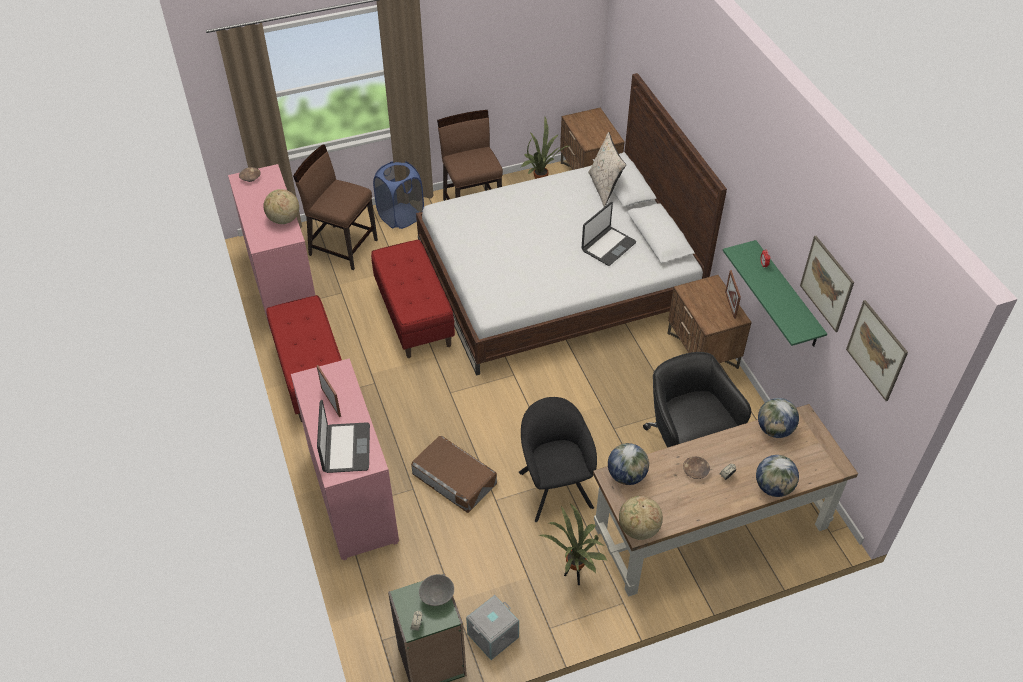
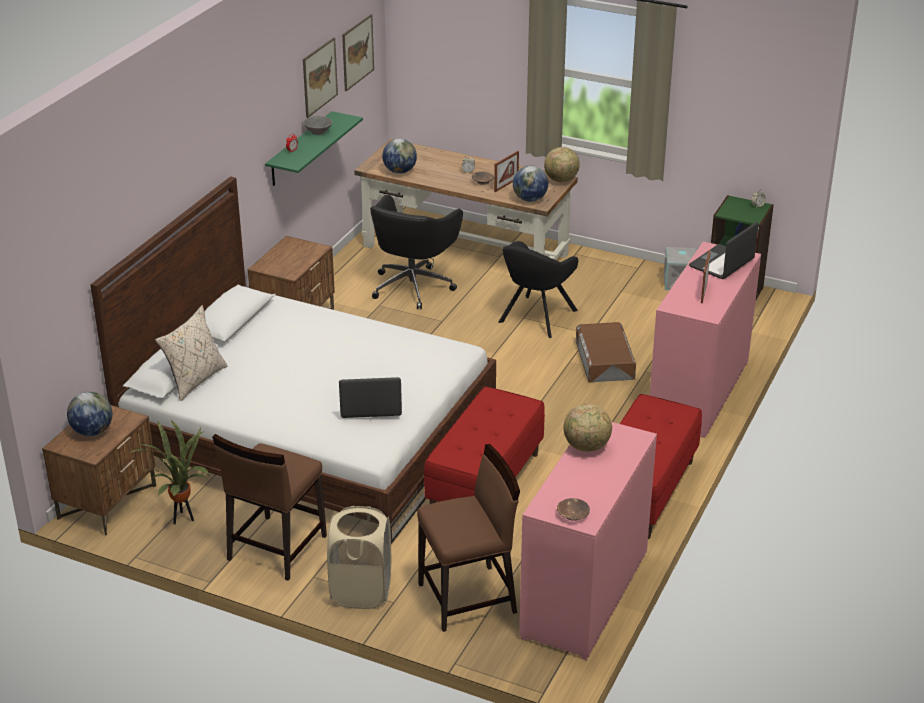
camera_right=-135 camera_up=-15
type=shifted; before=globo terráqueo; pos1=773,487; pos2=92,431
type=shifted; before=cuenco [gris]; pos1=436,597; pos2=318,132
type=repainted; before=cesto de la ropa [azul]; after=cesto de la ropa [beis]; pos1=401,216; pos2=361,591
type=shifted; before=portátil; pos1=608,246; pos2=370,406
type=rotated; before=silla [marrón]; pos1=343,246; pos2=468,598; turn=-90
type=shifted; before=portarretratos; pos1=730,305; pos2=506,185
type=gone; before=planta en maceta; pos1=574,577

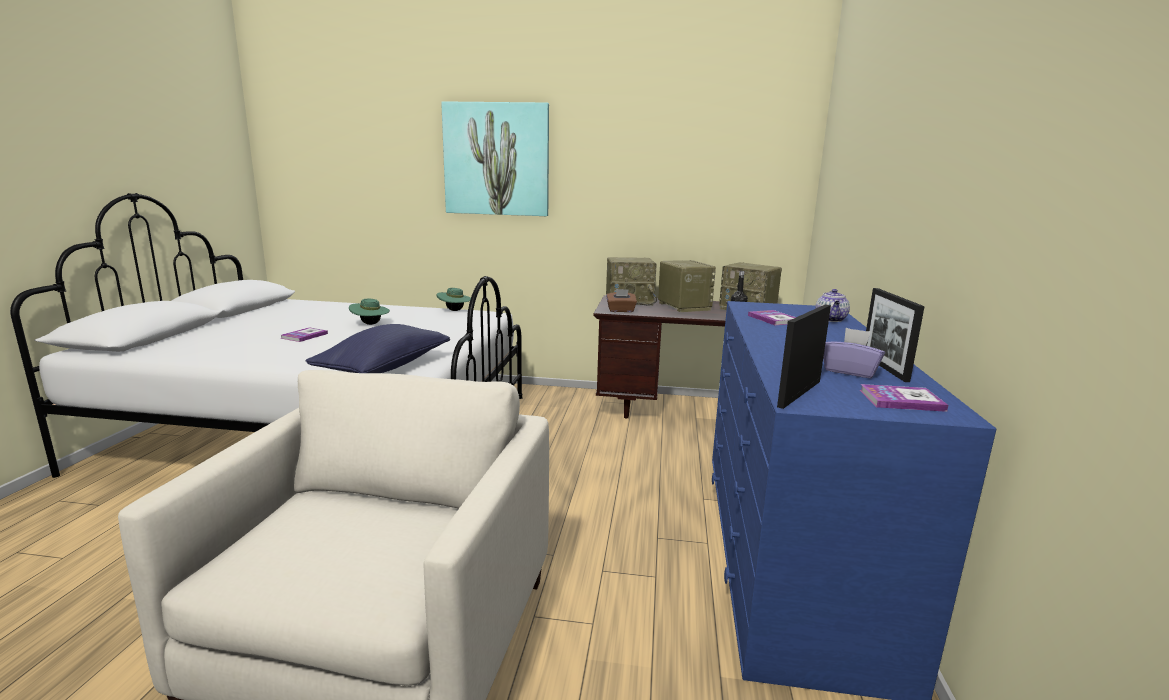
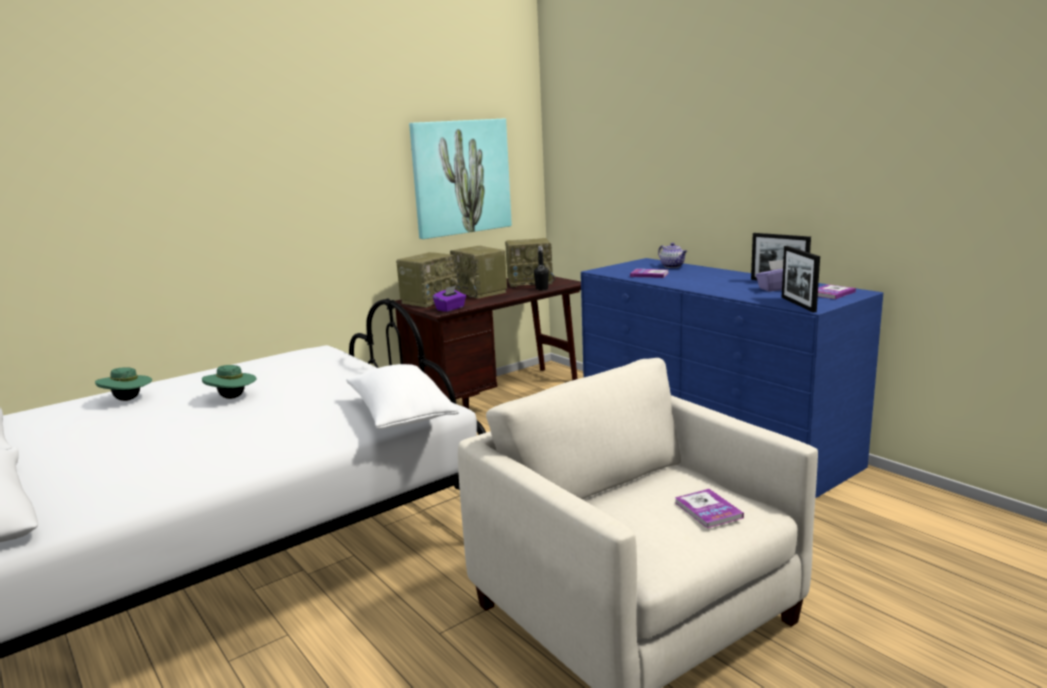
camera_right=-45 camera_up=0
type=shifted; before=sombrero [verde]; pos1=455,310; pos2=128,400
type=repainted; before=cojín [azul]; after=cojín [blanco]; pos1=384,368; pos2=400,415
type=shifted; before=cuadro; pos1=496,159; pos2=461,177
type=repainted; before=caja de pañuelos [marrón]; after=caja de pañuelos [morado]; pos1=621,310; pos2=450,309
type=rotated; before=radio; pos1=683,306; pos2=481,292; turn=-150
type=shifted; before=libro; pos1=304,336; pos2=708,510

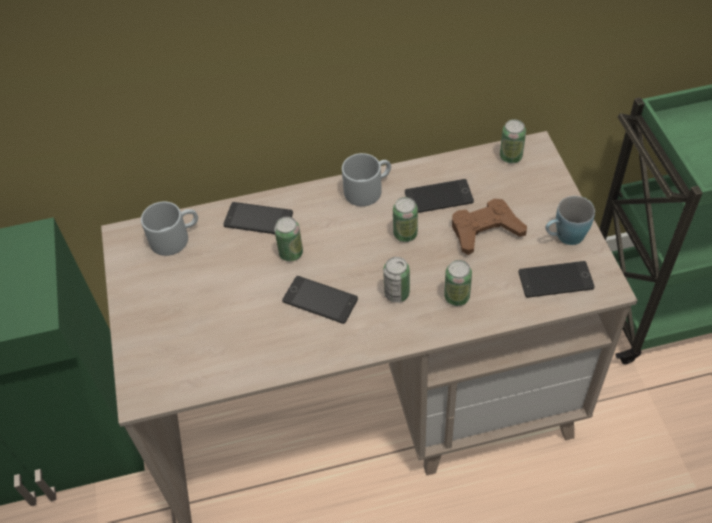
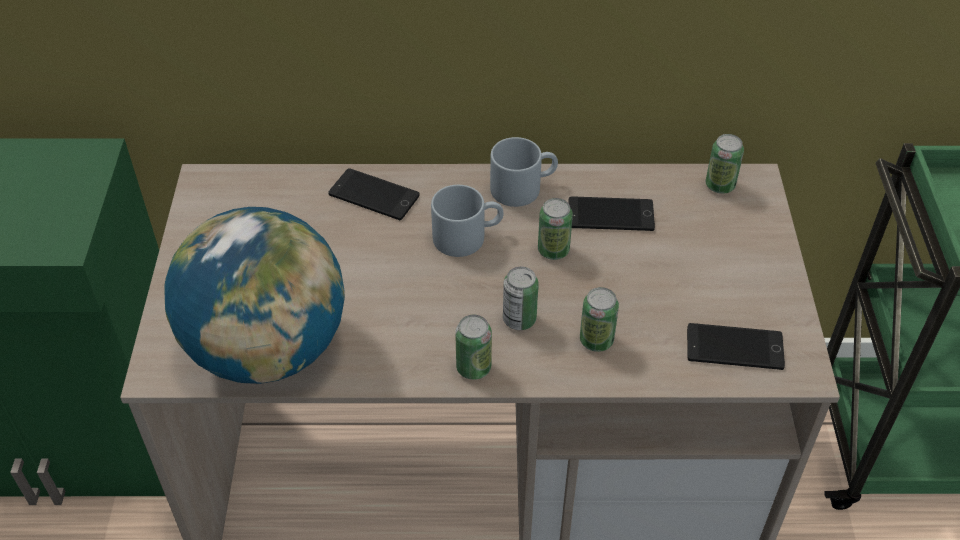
camera_right=10 camera_up=-5
type=new; after=globo terráqueo; pos2=268,349
type=shifted; before=taza grande [gris]; pos1=175,237; pos2=467,236
type=shifted; before=lata; pos1=291,253; pos2=473,368
type=gone; before=móvil; pos1=320,300
type=gone; before=mando de consola [marrón]; pos1=485,230
type=gone; before=taza grande [azul]; pos1=564,237

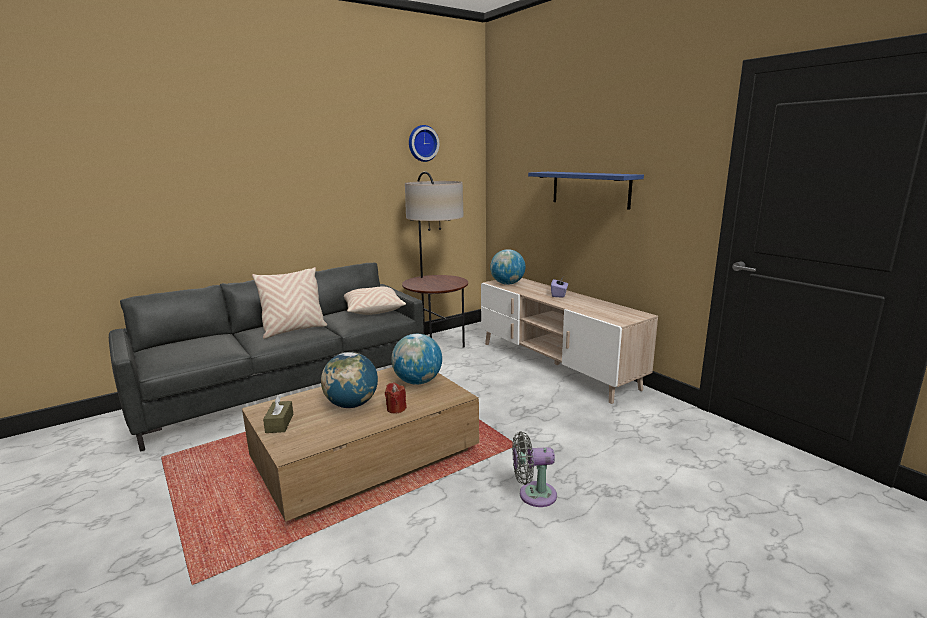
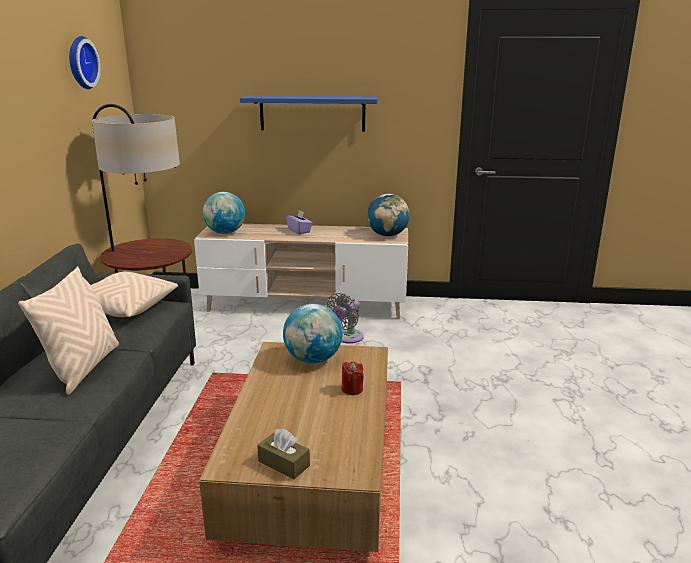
camera_right=-50 camera_up=5
type=shifted; before=ventilador [gris]; pos1=533,495; pos2=347,338
type=shifted; before=globo terráqueo; pos1=352,405; pos2=387,235

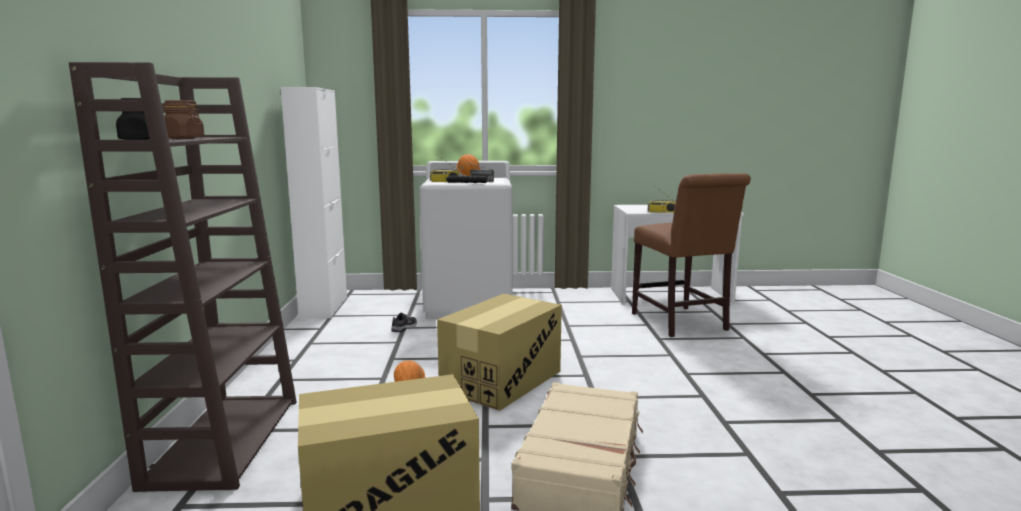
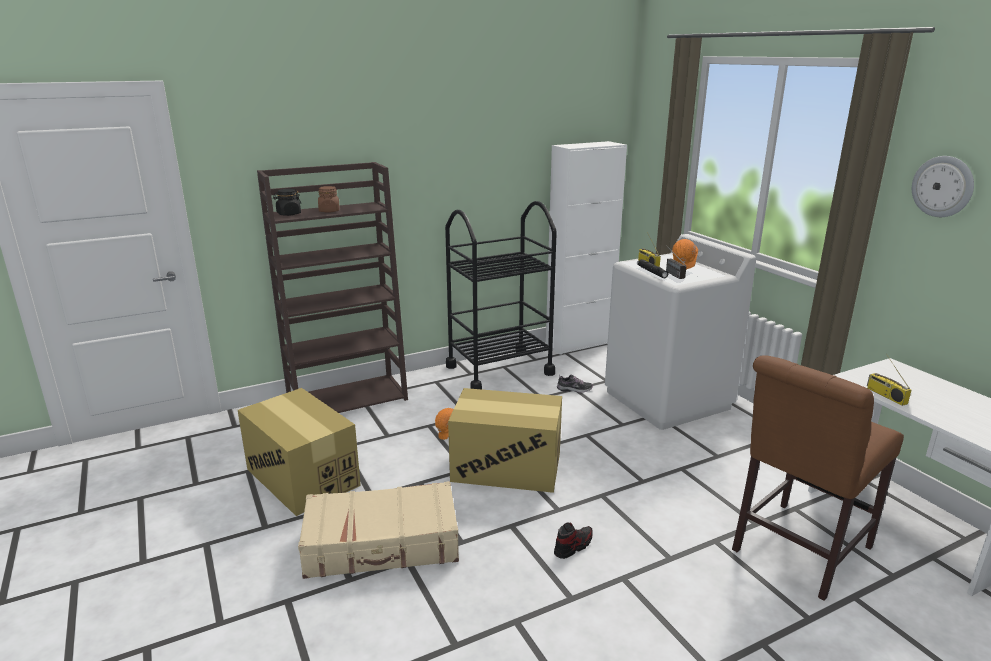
camera_right=65 camera_up=10
type=new; after=carrito [negro]; pos2=499,370
type=new; after=zapato; pos2=573,546
type=new; after=reloj de pared; pos2=943,186

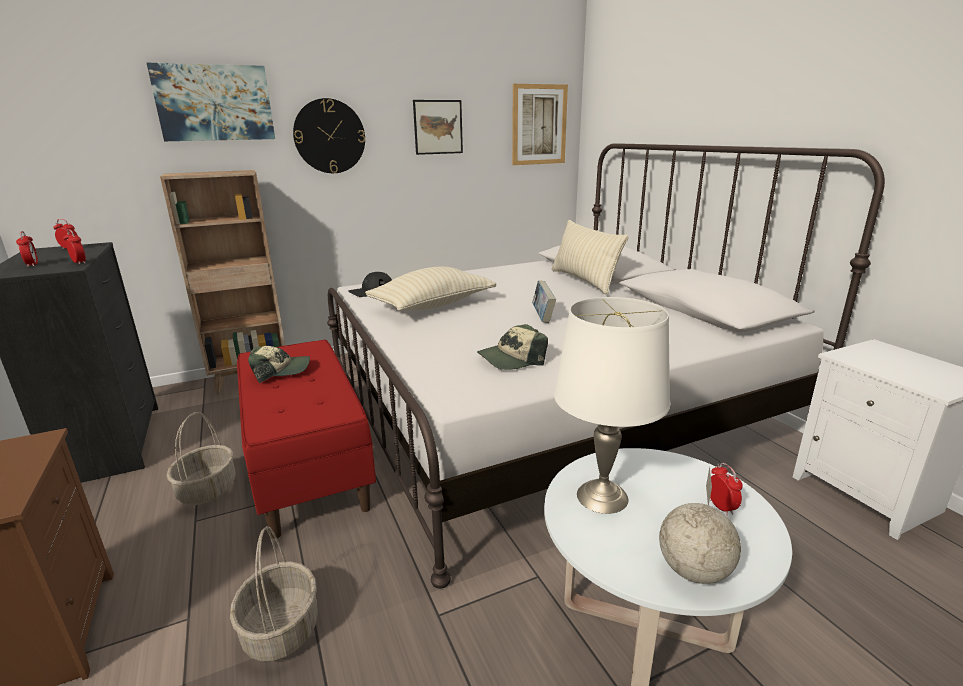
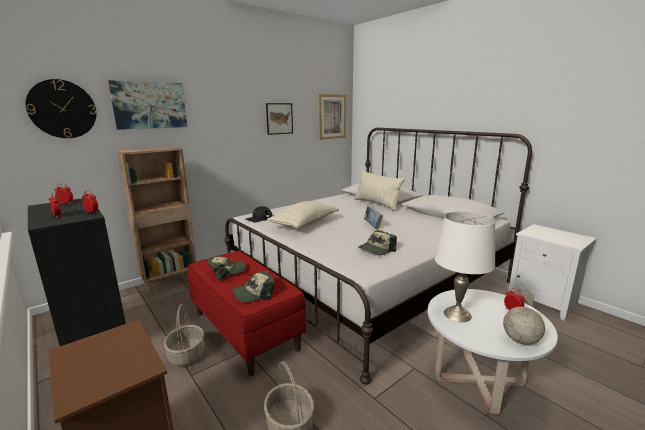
camera_right=-15 camera_up=-5
type=shifted; before=reloj de pared; pos1=329,136; pos2=62,109
type=new; after=gorra; pos2=254,293

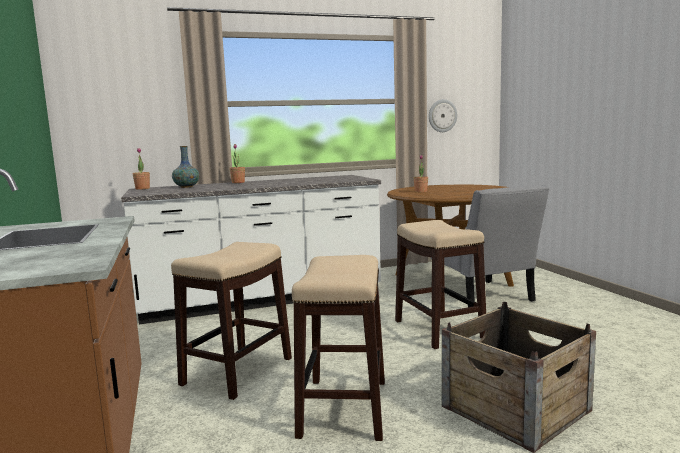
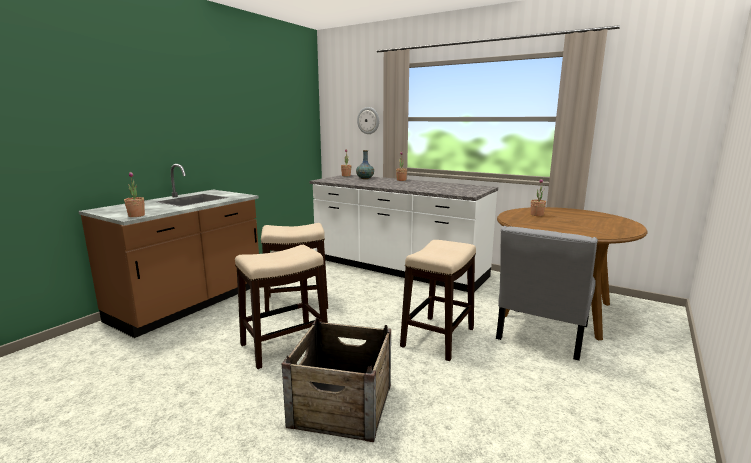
camera_right=50 camera_up=5
type=new; after=planta en maceta; pos2=136,215
type=shifted; before=reloj de pared; pos1=442,116; pos2=368,120

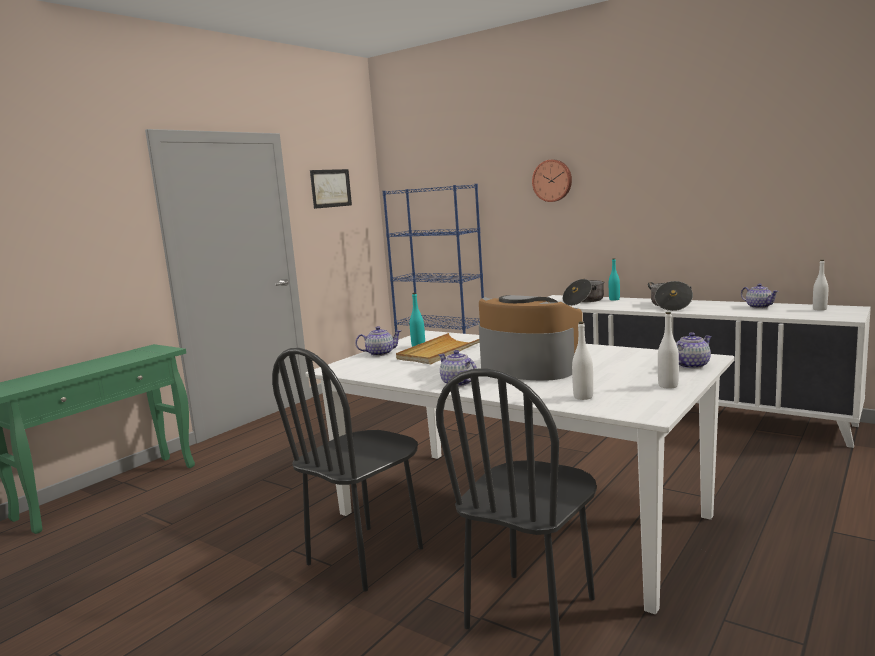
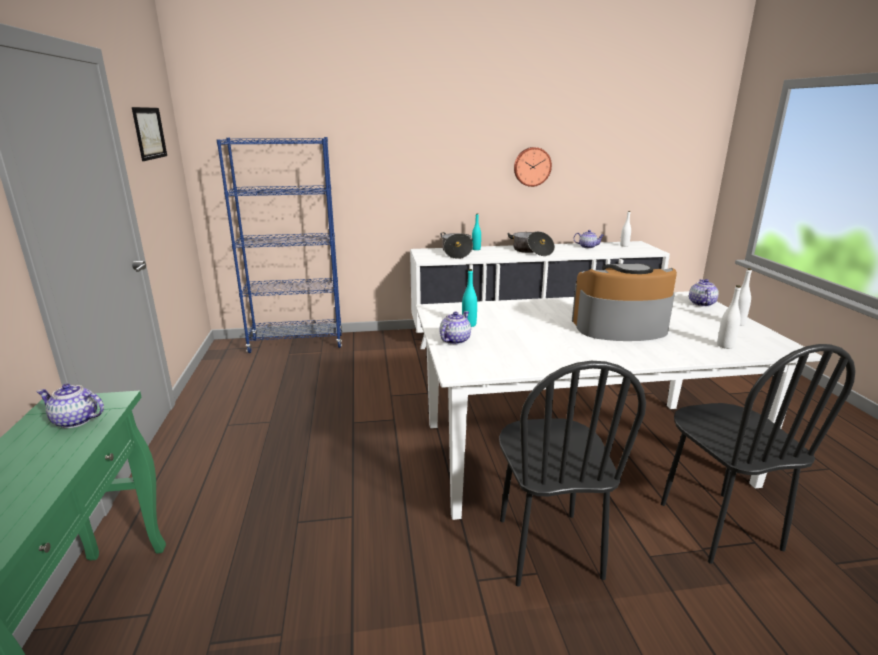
camera_right=-45 camera_up=10
type=shifted; before=tetera; pos1=458,383; pos2=76,421
type=shifted; before=reloj de pared; pos1=552,180; pos2=532,166
type=gone; before=bandeja [beis]; pos1=440,352

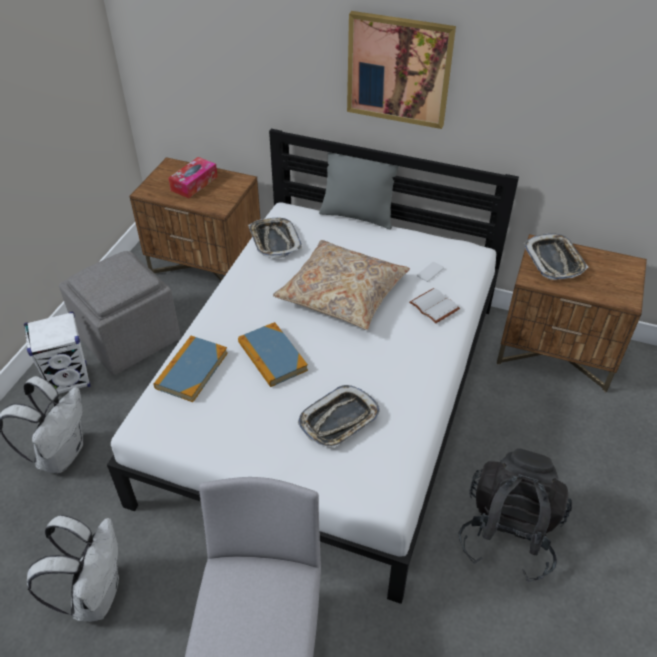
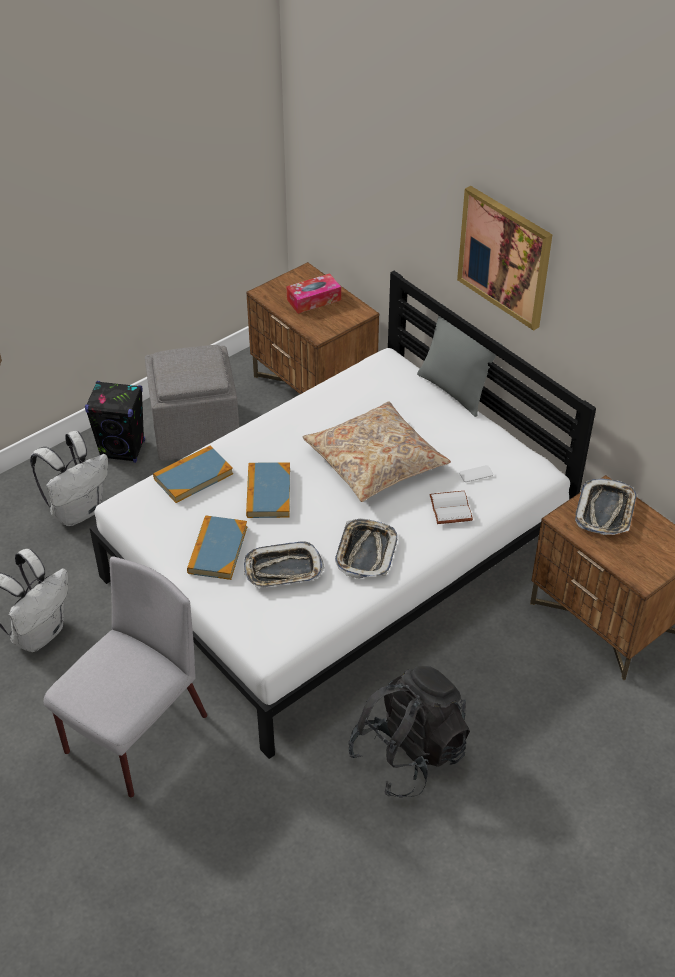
camera_right=30 camera_up=0
type=repainted; before=altavoz [blanco]; after=altavoz [negro]; pos1=70,380; pos2=123,450
type=new; after=libro; pos2=217,550
type=shifted; before=bandeja; pos1=274,241; pos2=365,552

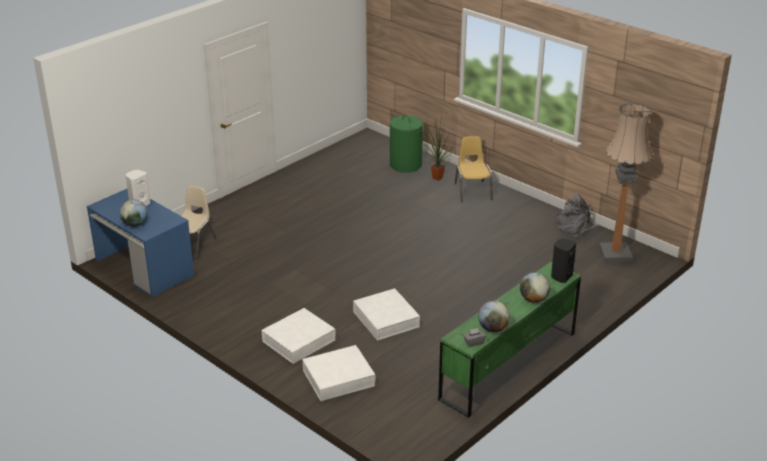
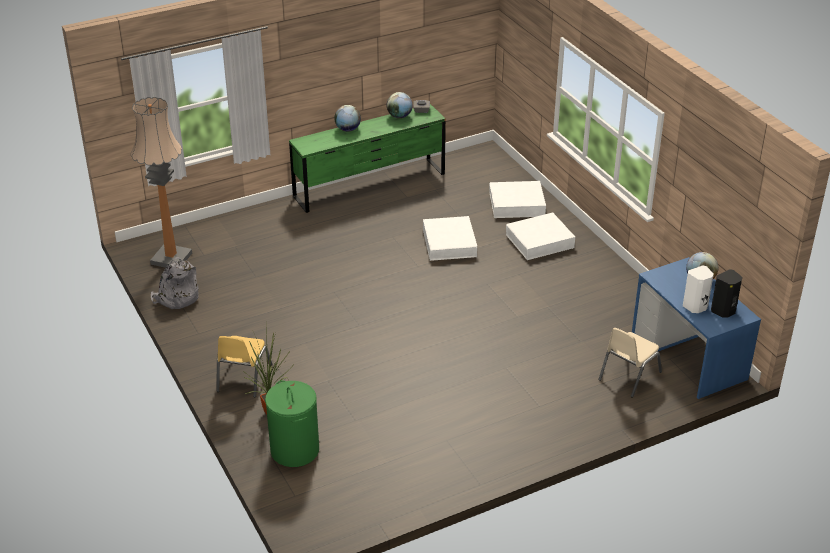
camera_right=-160 camera_up=5
type=shifted; before=altavoz [negro]; pos1=561,276; pos2=724,311

